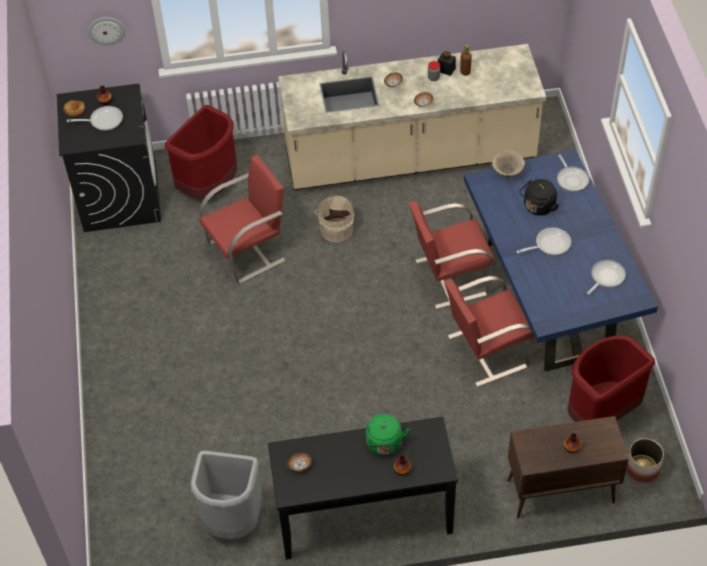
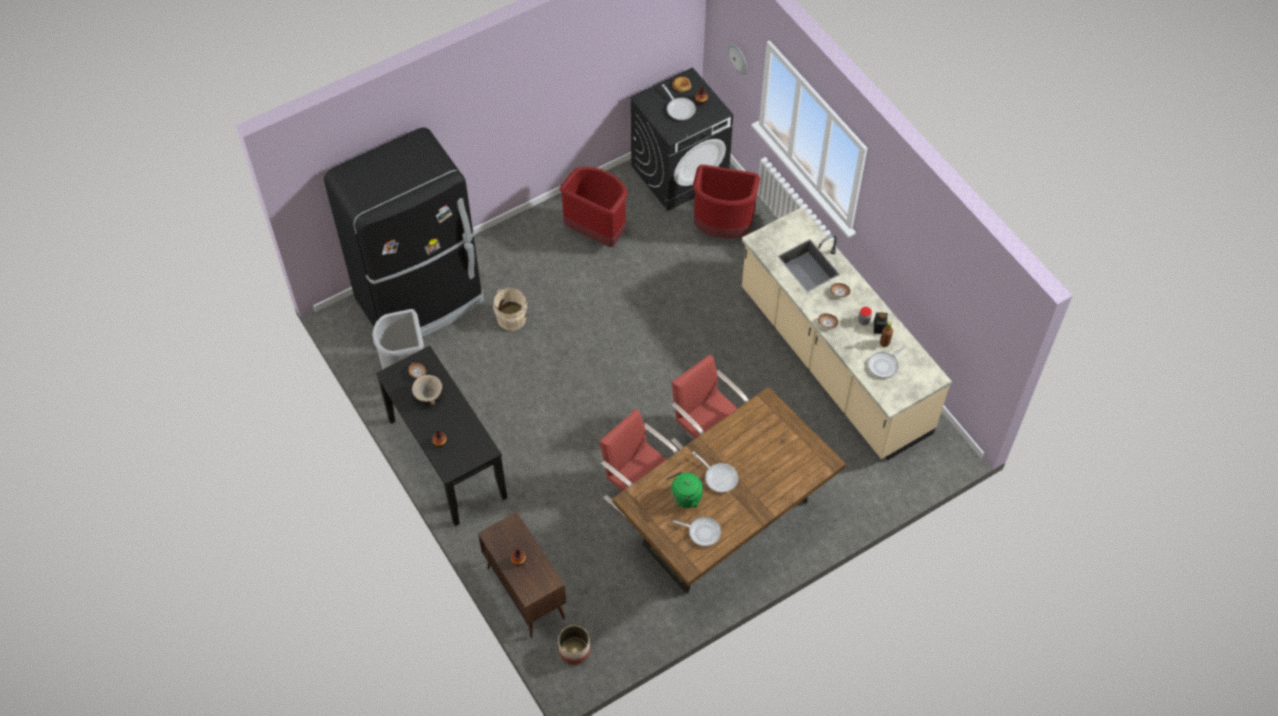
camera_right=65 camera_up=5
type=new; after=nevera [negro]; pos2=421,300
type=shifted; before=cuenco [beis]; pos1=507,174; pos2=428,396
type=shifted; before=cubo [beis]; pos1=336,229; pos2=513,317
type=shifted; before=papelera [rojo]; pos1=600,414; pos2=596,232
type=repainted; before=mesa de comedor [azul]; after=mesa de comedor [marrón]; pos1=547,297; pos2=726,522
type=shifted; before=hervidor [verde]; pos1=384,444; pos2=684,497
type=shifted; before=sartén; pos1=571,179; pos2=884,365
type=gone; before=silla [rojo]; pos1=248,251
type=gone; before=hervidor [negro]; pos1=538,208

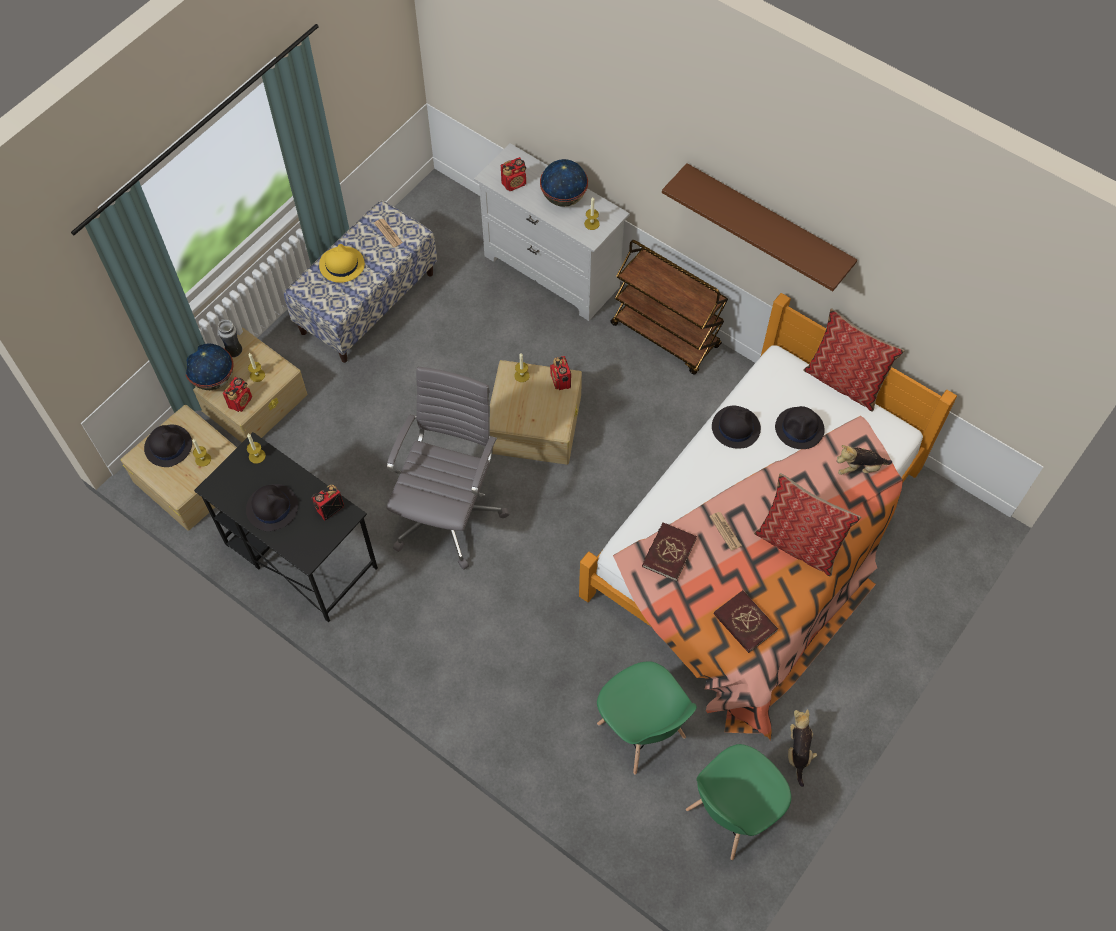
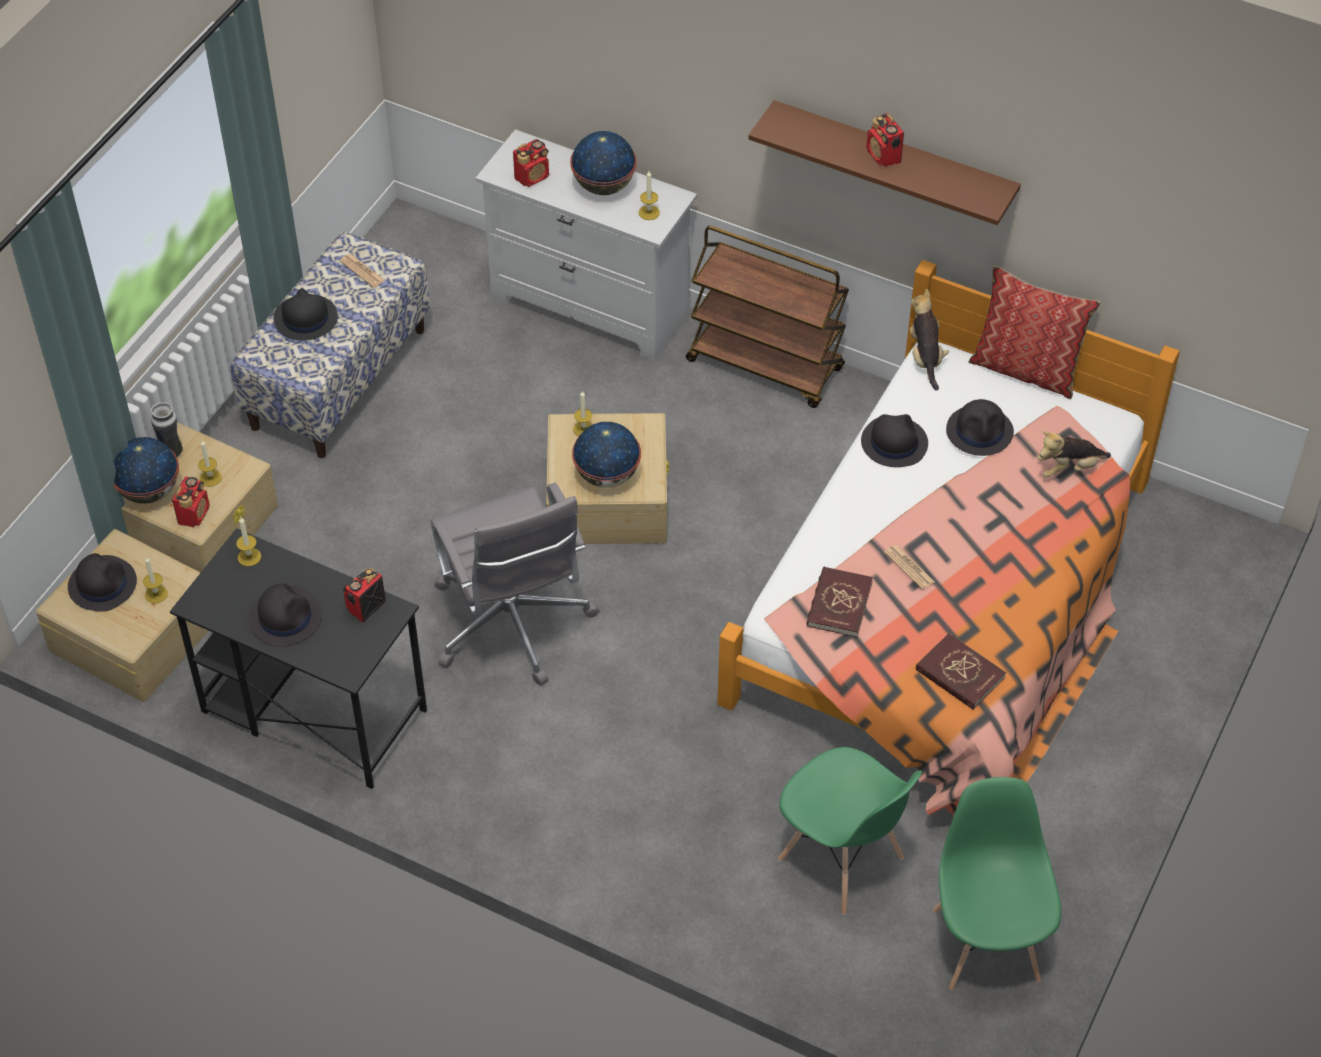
camera_right=-10 camera_up=-10
type=repainted; before=sombrero [amarillo]; after=sombrero [negro]; pos1=341,265; pos2=305,318
type=rotated; before=silla de oficina [gris]; pos1=448,512; pos2=512,625; turn=150
type=new; after=globo terráqueo; pos2=606,476
type=shifted; before=radio; pos1=560,381; pos2=883,156
type=shifted; before=peluche; pos1=798,751; pos2=925,357
type=rotated; before=silla [verde]; pos1=730,814; pos2=986,943; turn=135
type=gone; before=cojín; pos1=799,544

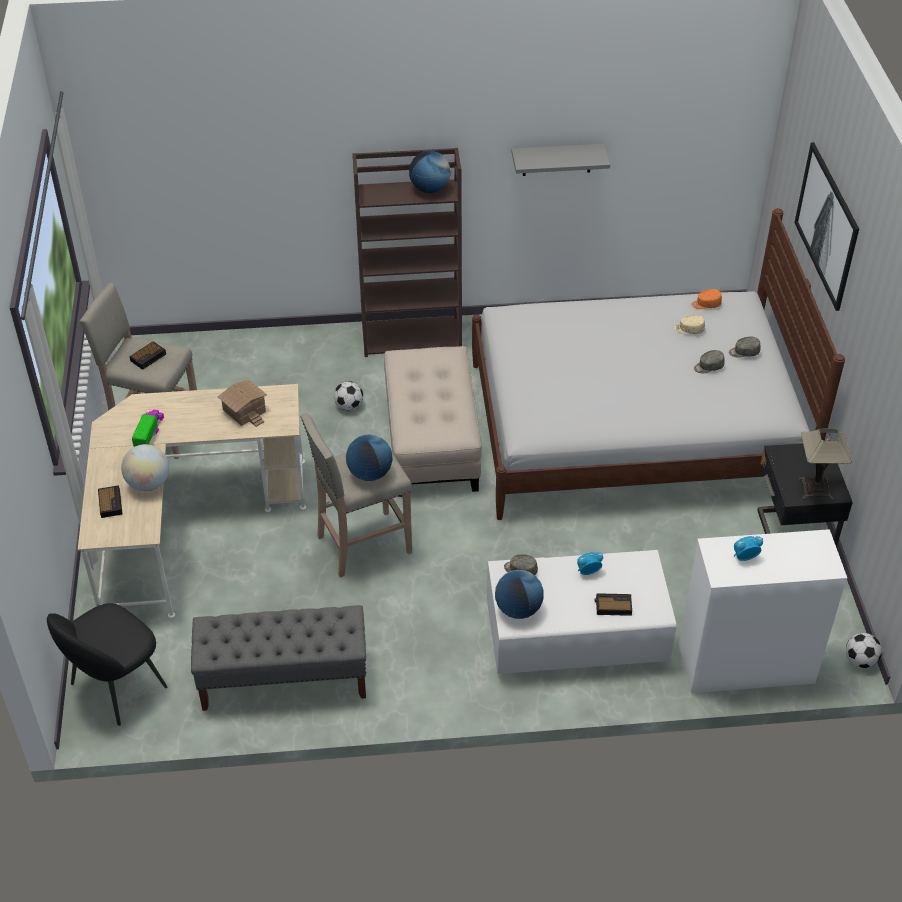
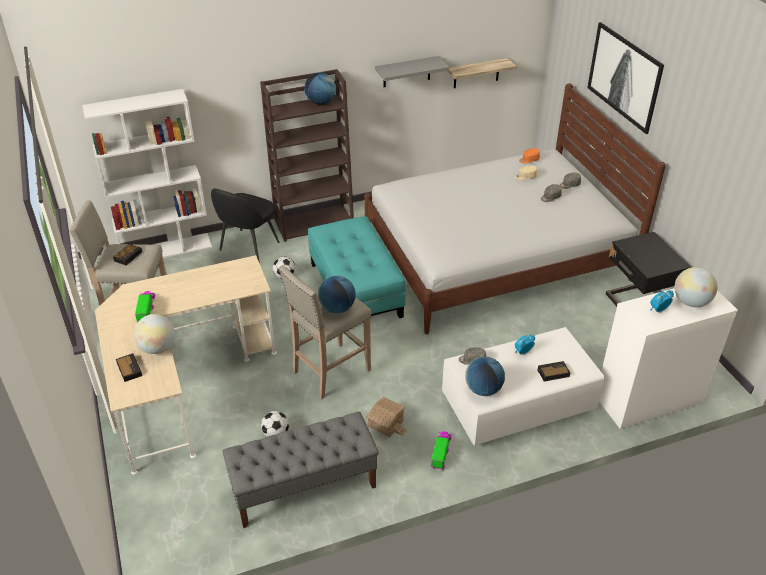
camera_right=-15 camera_up=-5
type=new; after=estantería [blanco]; pos2=166,249
type=shifted; before=silla [negro]; pos1=116,687; pos2=248,247
type=shifted; before=balón de fútbol; pos1=860,660; pos2=276,434
type=repainted; before=puf [beis]; after=puf [turquesa]; pos1=433,442; pos2=356,289
type=shifted; before=casita; pos1=243,411; pos2=385,424
type=new; after=camión de juguete; pos2=440,453
type=new; after=estante; pos2=476,73
type=new; after=globo terráqueo; pos2=691,302
type=gone; before=lámpara de mesa; pos1=815,488

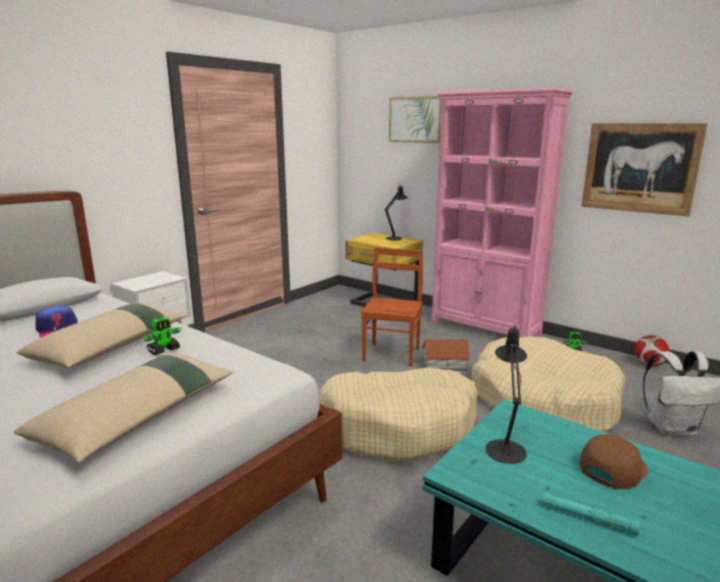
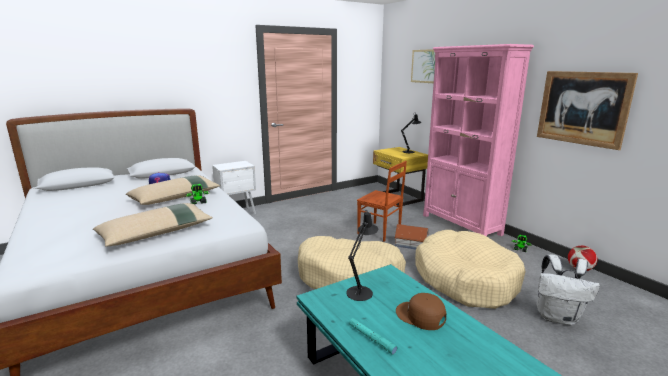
camera_right=20 camera_up=0
type=rotated; before=silla [marrón]; pos1=392,354; pos2=379,232; turn=90
type=rotated; before=gorra [marrón]; pos1=612,467; pos2=420,316; turn=-120

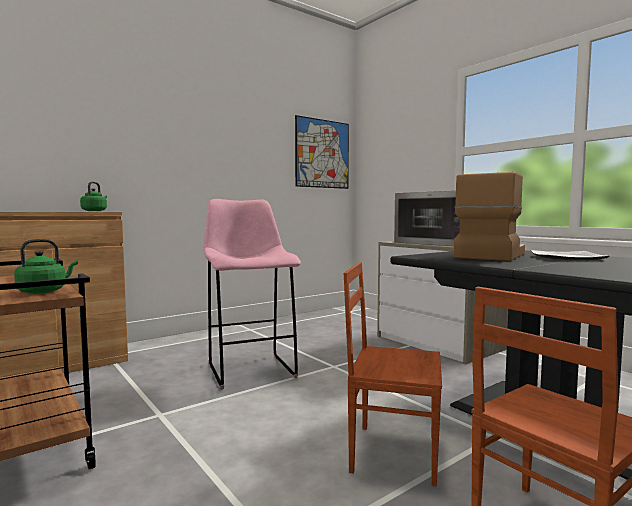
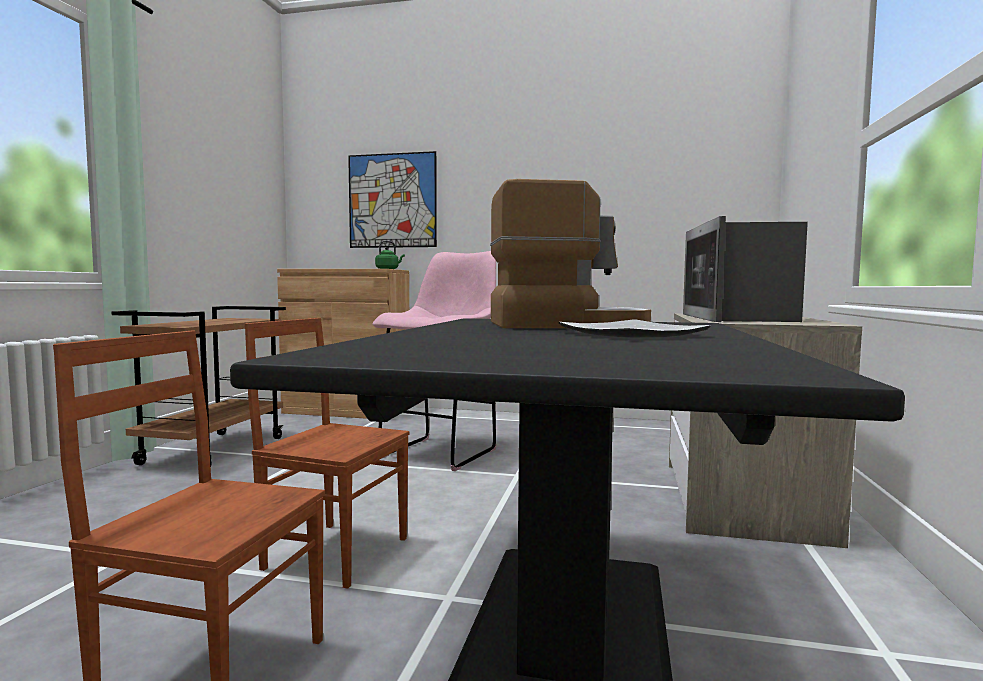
camera_right=50 camera_up=0
type=rotated; before=silla [marrón]; pos1=393,452; pos2=336,552; turn=-45
type=shifted; before=cuadro; pos1=322,154; pos2=392,200
type=gone; before=hervidor [verde]; pos1=44,291

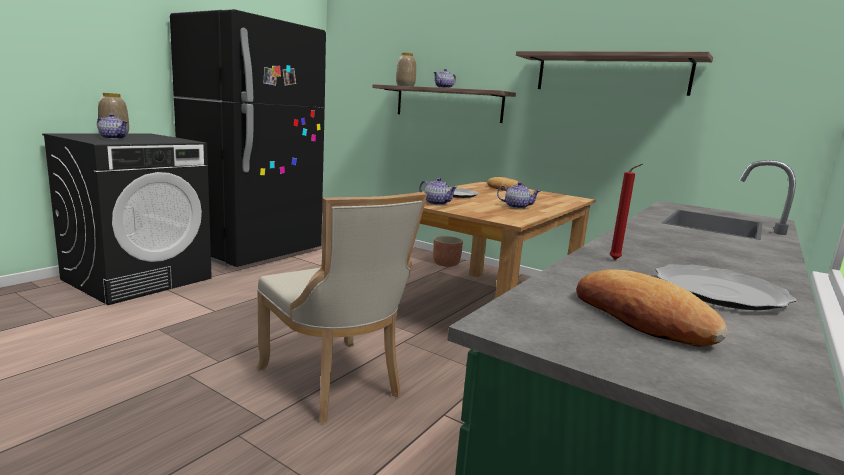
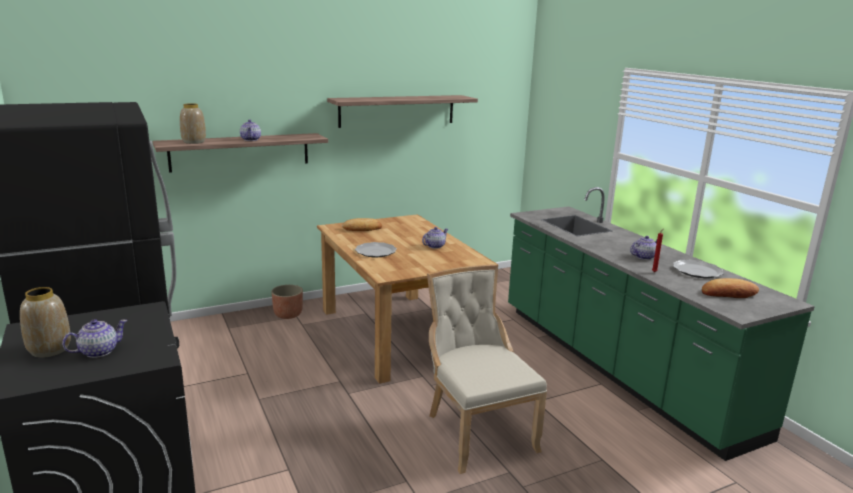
camera_right=-60 camera_up=5
type=rotated; before=silla [beis]; pos1=335,383; pos2=476,431; turn=-105
type=shifted; before=tetera; pos1=436,203; pos2=643,257

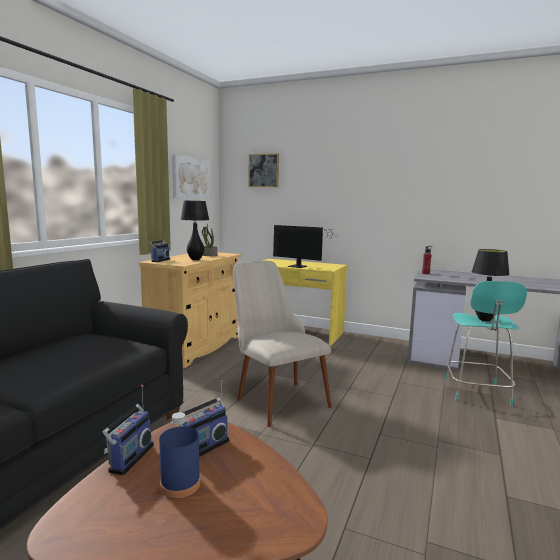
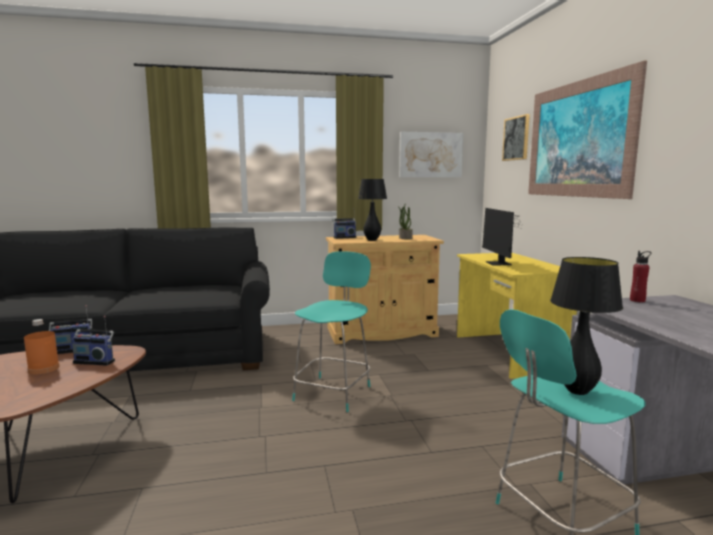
camera_right=55 camera_up=0
type=repainted; before=botella [azul]; after=botella [naranja]; pos1=180,484; pos2=43,369
type=swapped; before=silla [beis]; after=taburete [turquesa]; pos1=275,396; pos2=334,392
type=new; after=cuadro; pos2=578,139

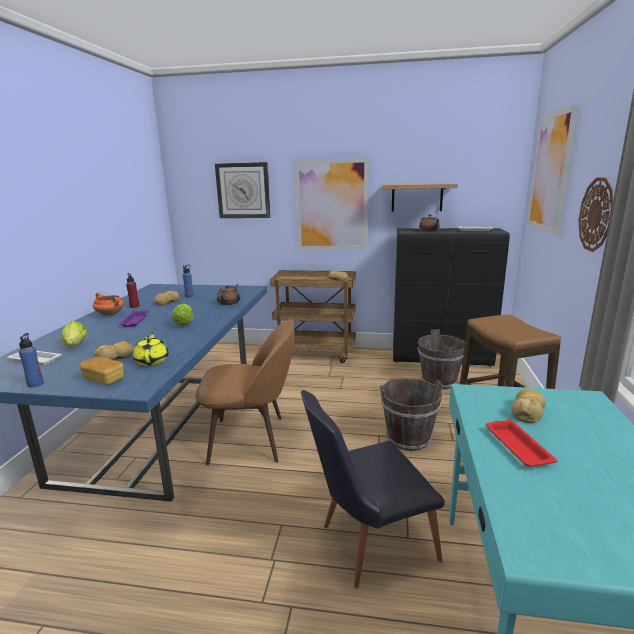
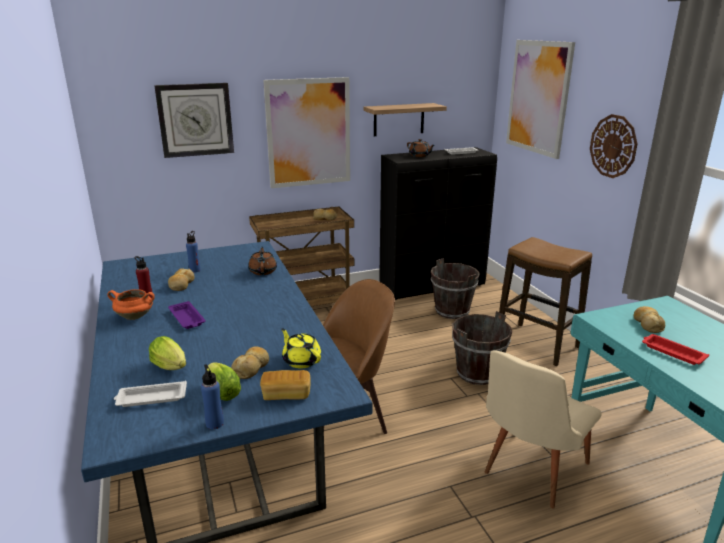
camera_right=-30 camera_up=5
type=shifted; before=lechuga; pos1=184,323; pos2=221,392
type=repainted; before=silla [negro]; after=silla [beis]; pos1=367,543; pos2=529,472

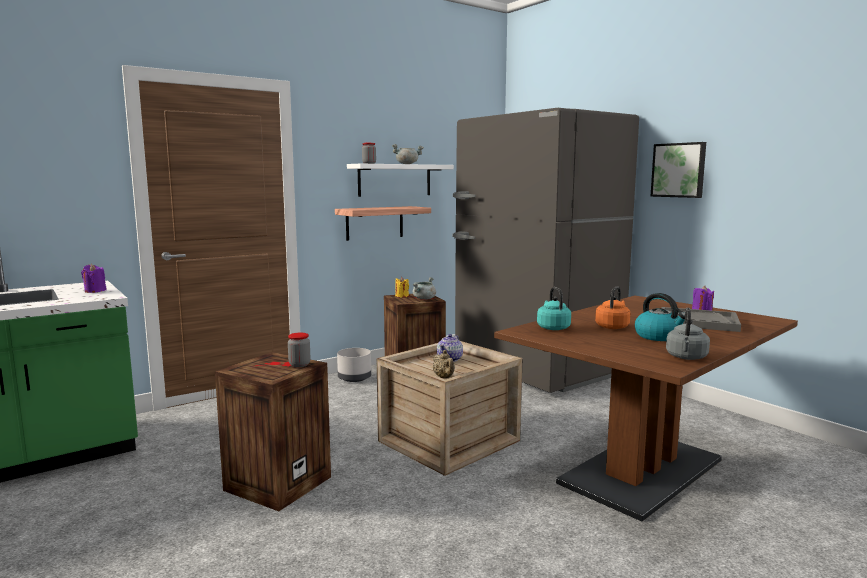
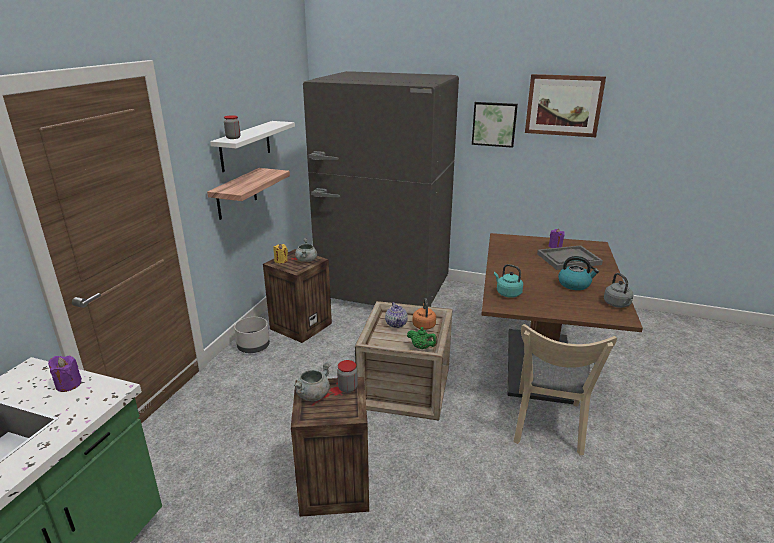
camera_right=-35 camera_up=15
type=shifted; before=olla [gris]; pos1=407,164; pos2=313,394
type=repainted; before=tetera [beis]; after=tetera [verde]; pos1=444,377; pos2=422,347
type=shifted; before=hervidor [naranja]; pos1=612,326; pos2=424,325
type=new; after=silla [beis]; pos2=547,427
type=new; after=cuadro; pos2=563,105

